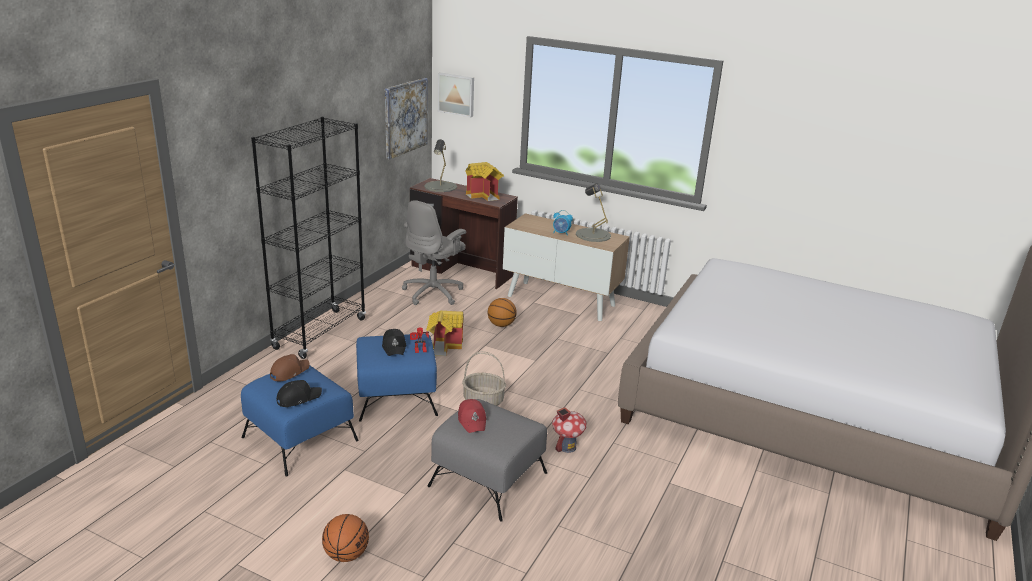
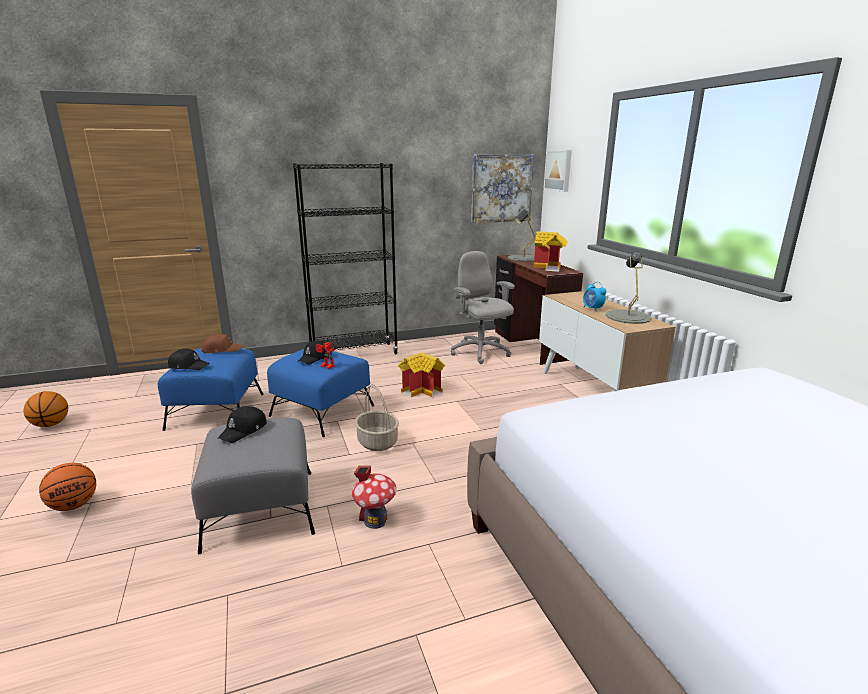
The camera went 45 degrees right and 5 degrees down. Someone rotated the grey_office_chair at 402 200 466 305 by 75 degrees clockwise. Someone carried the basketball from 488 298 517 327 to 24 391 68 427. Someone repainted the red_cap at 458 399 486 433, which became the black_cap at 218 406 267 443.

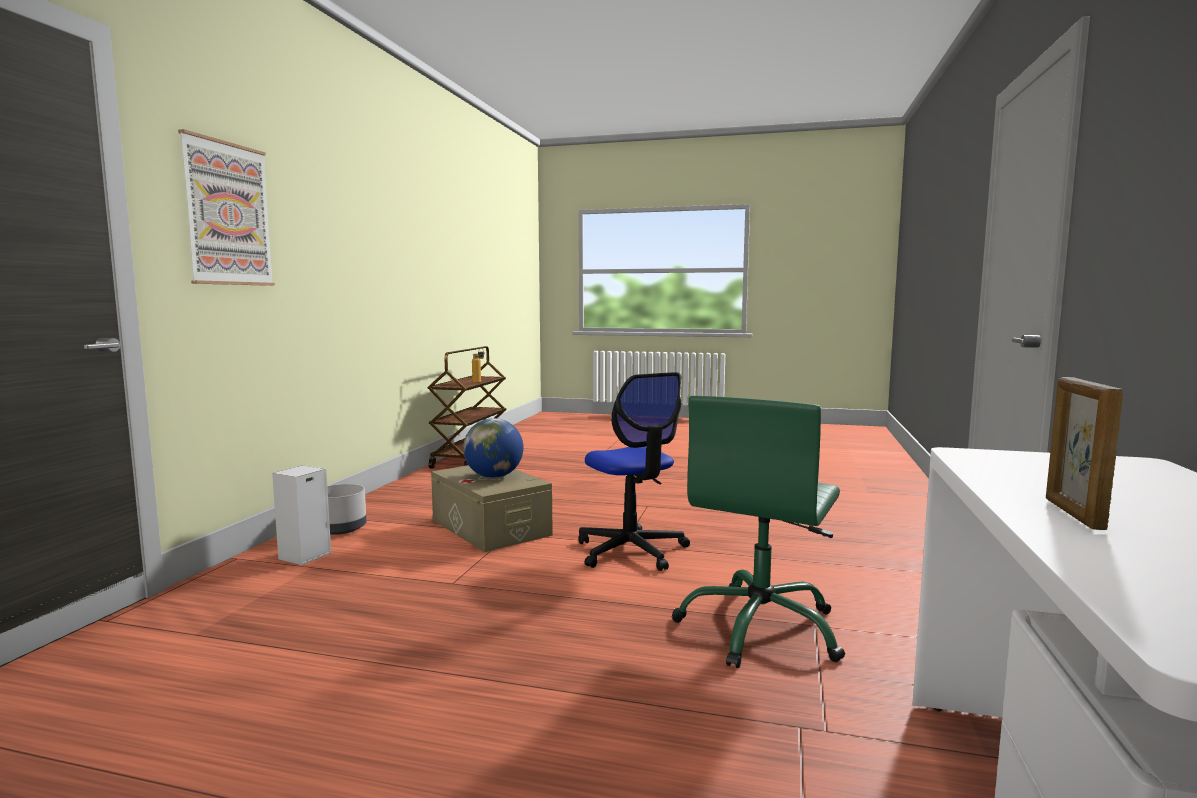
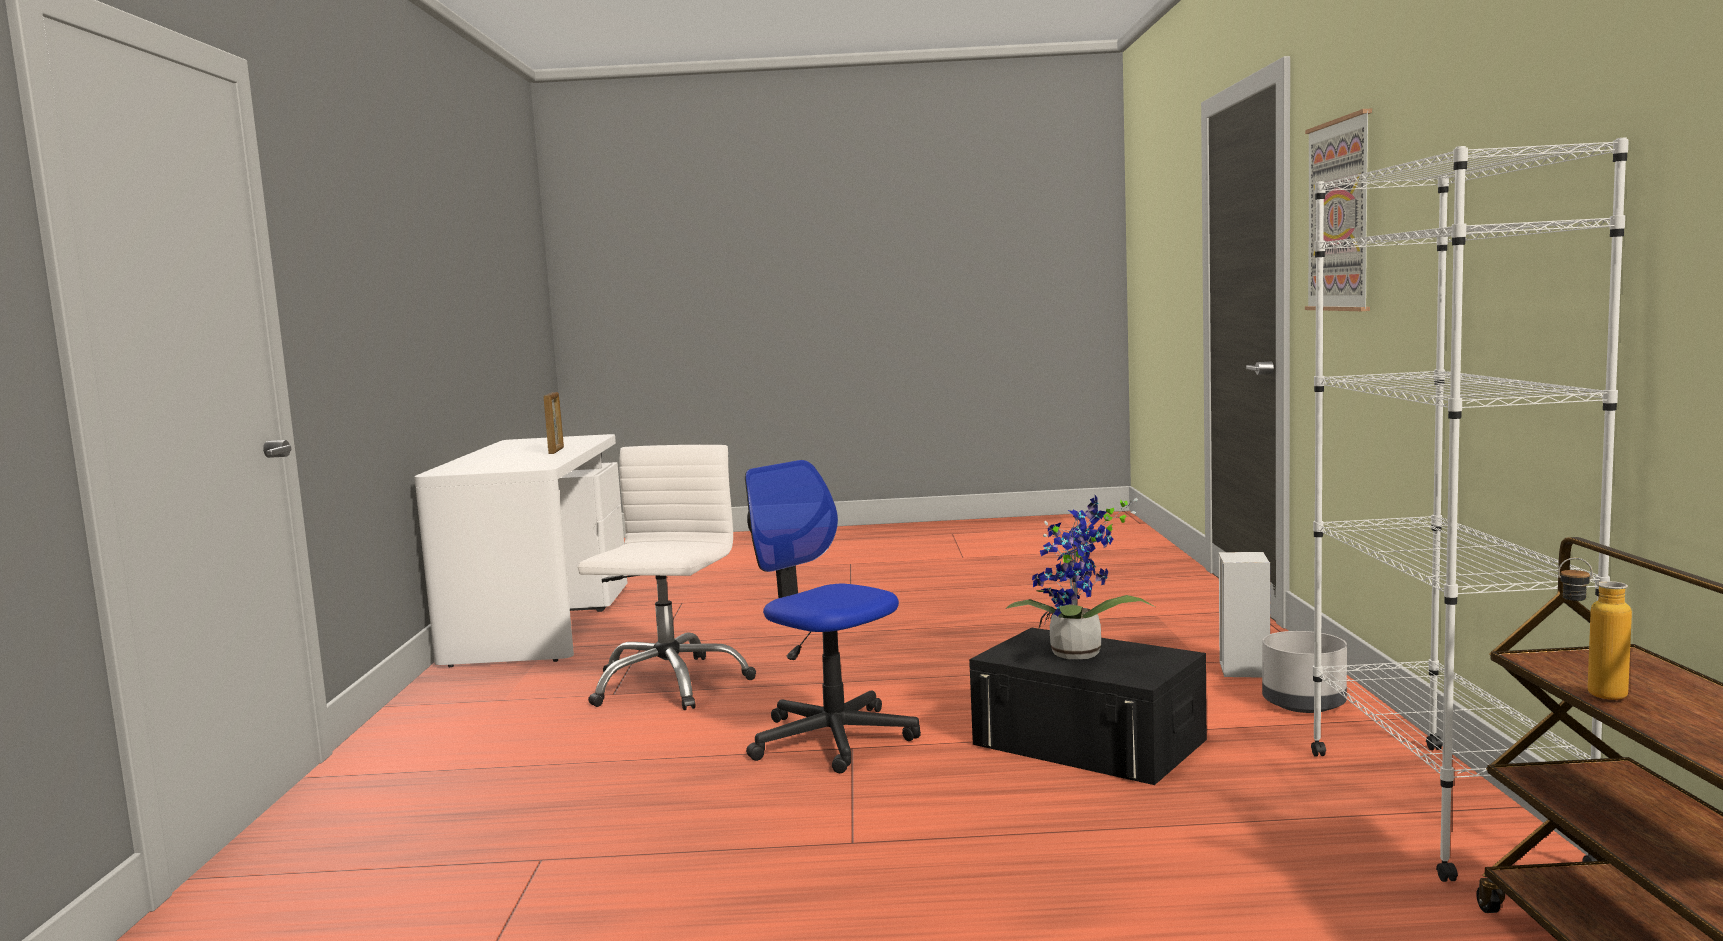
The camera went 165 degrees right and 0 degrees up. Someone repainted the green_office_chair at 672 396 845 668, which became the white_office_chair at 578 445 756 710. Someone swapped the globe at 463 418 523 478 for the potted_plant at 1006 495 1155 659. Someone repainted the beige_storage_box at 431 465 553 552, which became the black_storage_box at 969 627 1207 785. Someone put down the white_bookcase at 1311 137 1629 882.

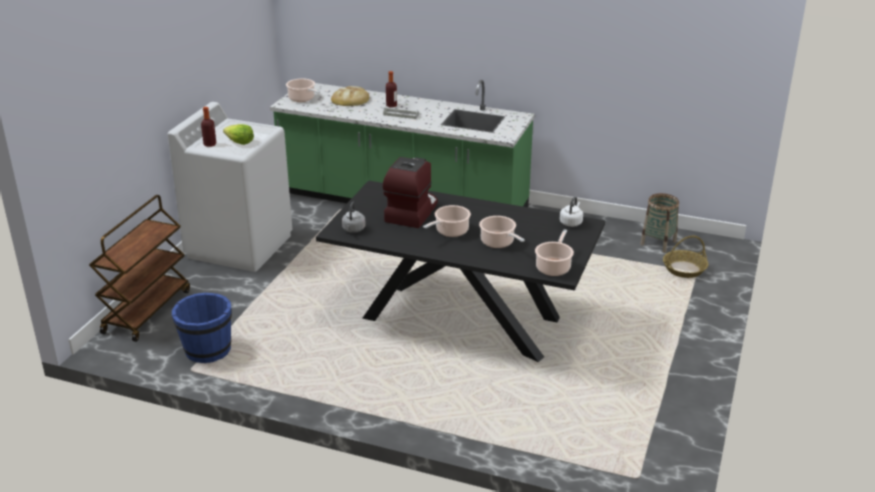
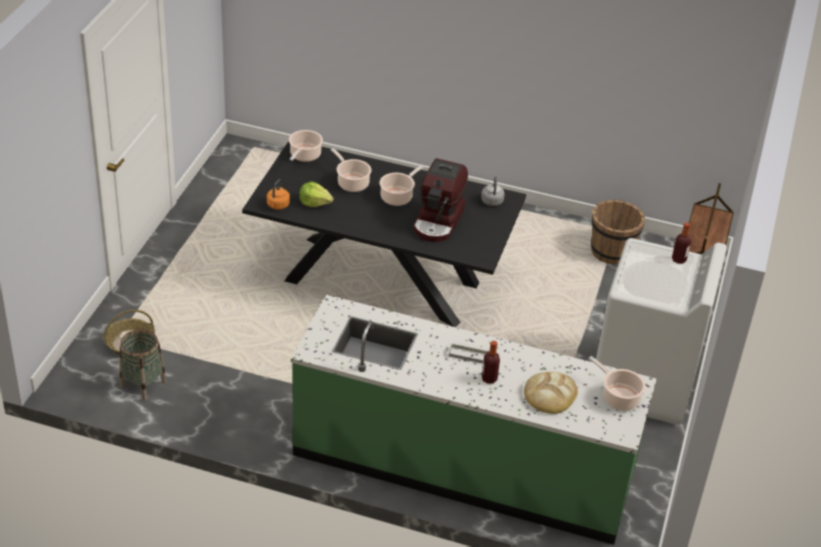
The camera went 175 degrees right and 10 degrees up. Someone carried the lettuce from 223 124 254 145 to 299 182 333 207. Someone repainted the white_kettle at 560 196 583 227, which became the orange_kettle at 267 179 290 210. Someone repainted the blue_bucket at 172 293 232 363, which became the brown_bucket at 591 200 645 265.

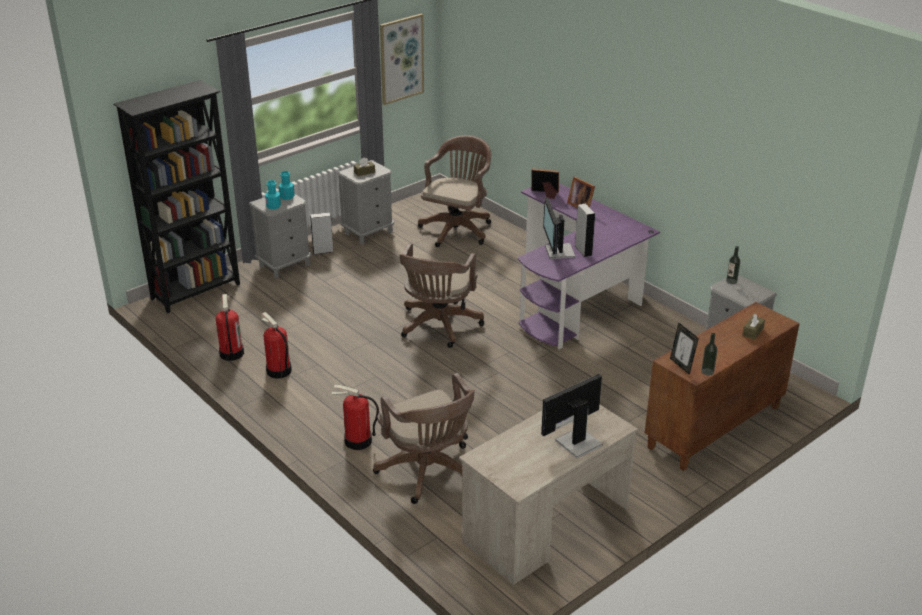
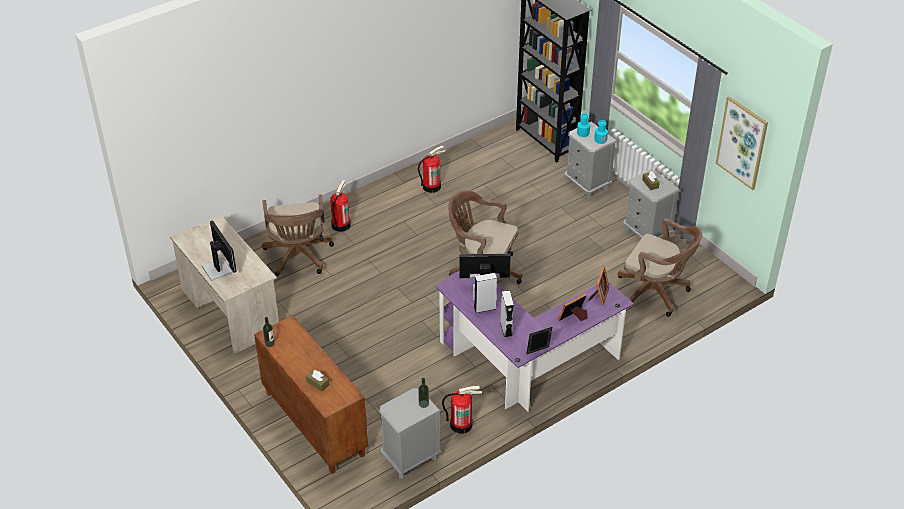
The camera went 95 degrees right and 10 degrees up. Someone carried the grey_speaker from 310 212 333 255 to 500 290 514 338. Someone carried the fire_extinguisher from 216 294 244 361 to 442 386 482 434. Someone carried the picture_frame from 670 322 699 375 to 526 327 552 355. Someone rotated the brown_office_chair at 373 373 475 504 by 75 degrees counterclockwise.

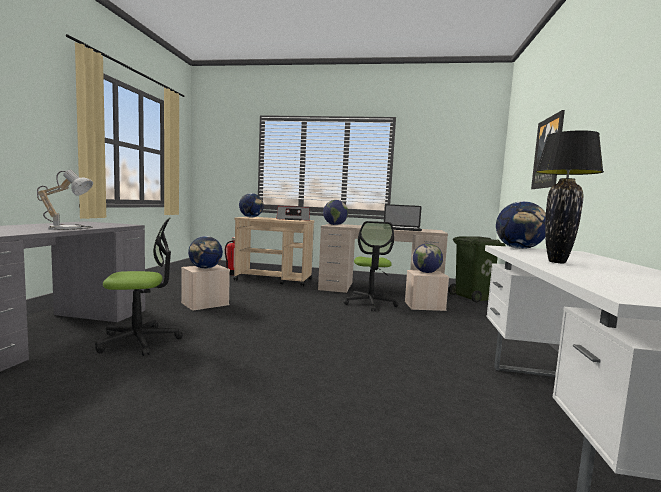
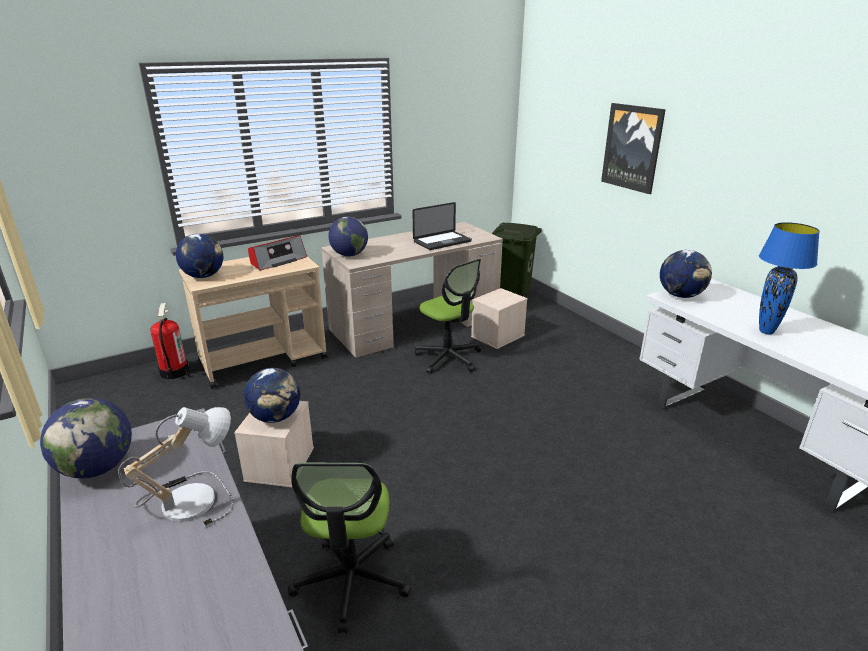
The camera went 40 degrees left and 20 degrees up. Someone repainted the black_table_lamp at 536 131 604 263, which became the blue_table_lamp at 759 222 820 335. Someone rotated the office_chair at 95 217 183 356 by 150 degrees clockwise. Someone carried the globe from 413 243 443 273 to 40 398 132 478.

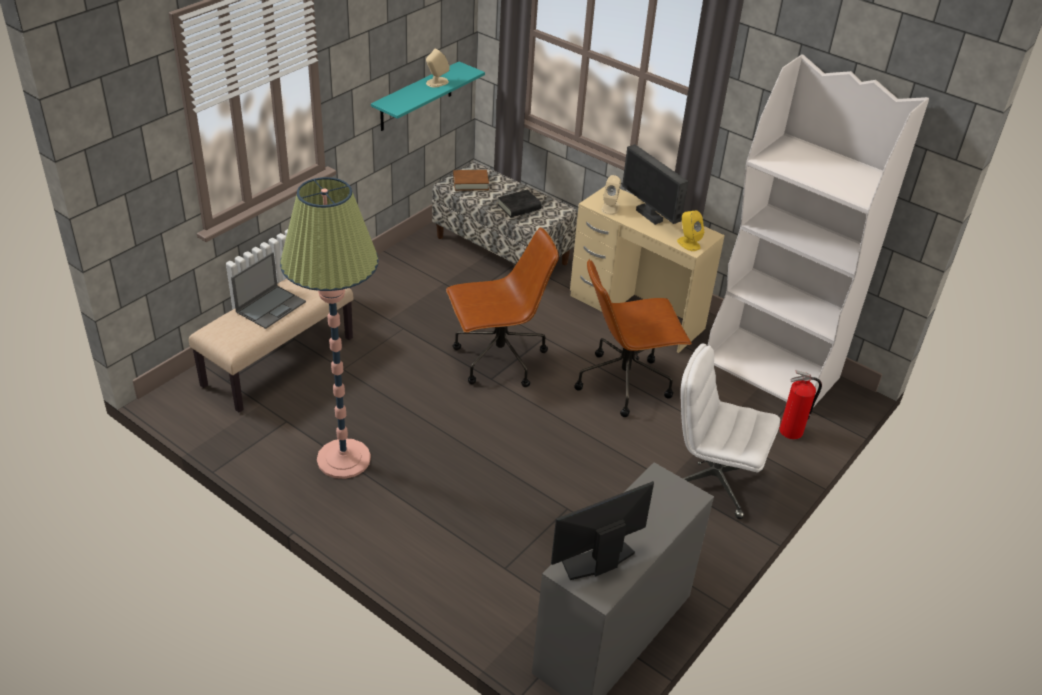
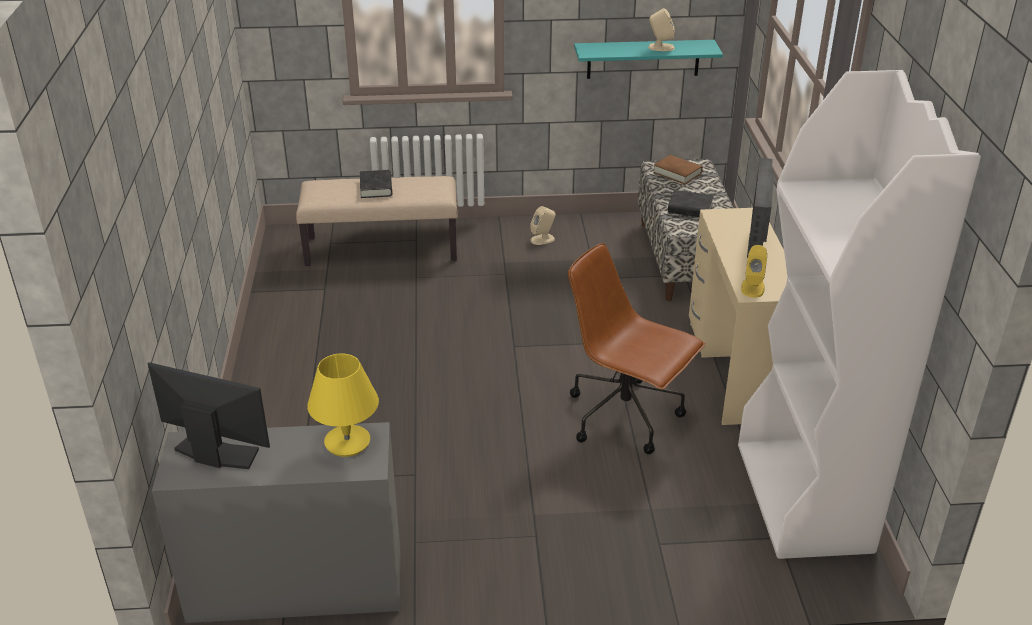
The camera went 50 degrees right and 5 degrees down. Someone carried the beige_speaker from 601 175 621 215 to 530 206 556 245. Someone took away the floor_lamp at 280 177 379 479. Someone took away the brown_office_chair at 446 227 559 387. Someone swapped the laptop at 231 252 306 329 for the black_book at 360 170 392 198. Someone took away the white_office_chair at 681 344 780 519. Someone took away the fire_extinguisher at 779 370 822 439. Someone put down the yellow_table_lamp at 307 353 379 457.

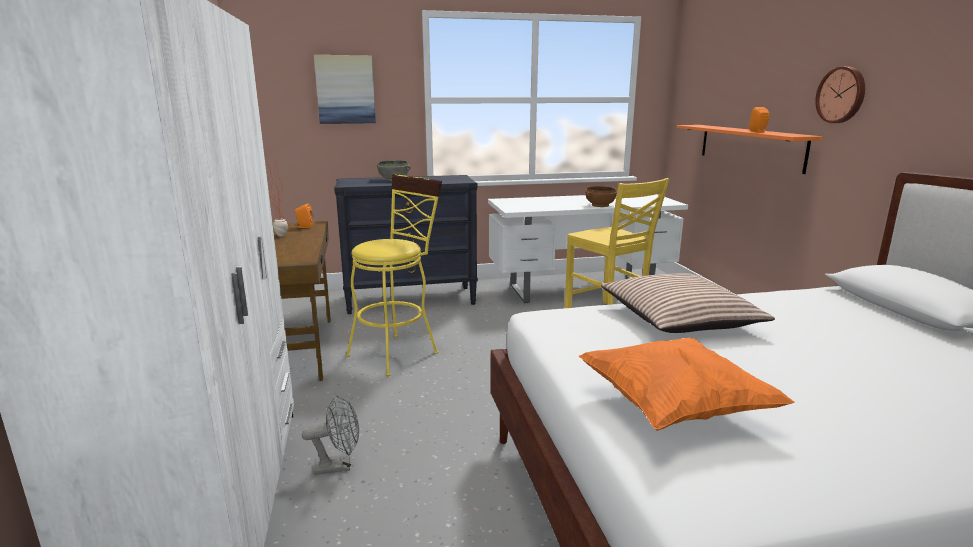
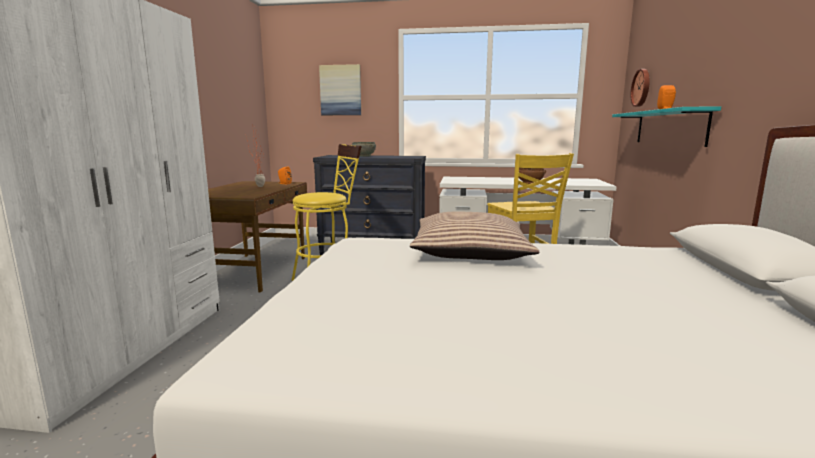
The camera went 20 degrees right and 5 degrees down. Someone carried the wall_clock from 815 66 865 123 to 630 69 650 107. Someone repainted the orange_shelf at 677 125 823 174, which became the turquoise_shelf at 612 106 721 147. Someone took away the orange_pillow at 579 338 794 431. Someone took away the grey_fan at 302 395 359 475.

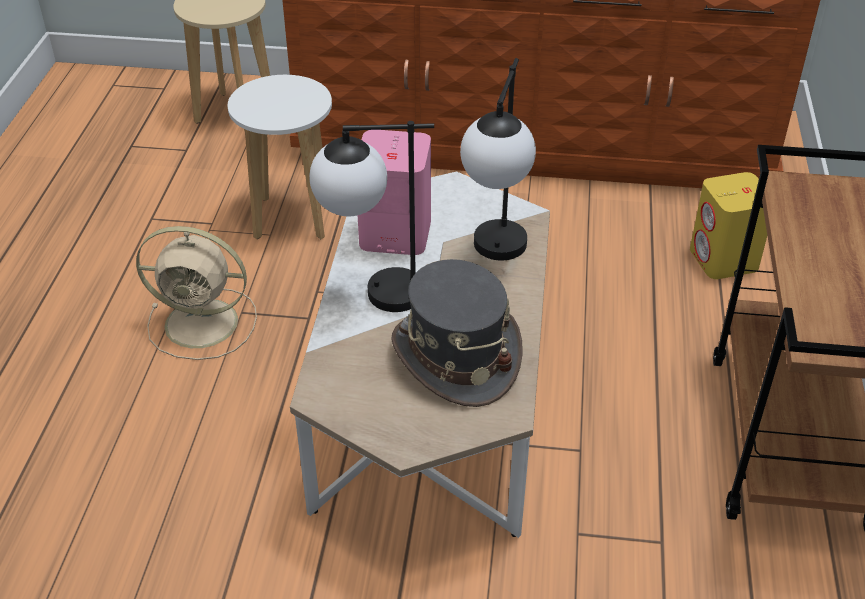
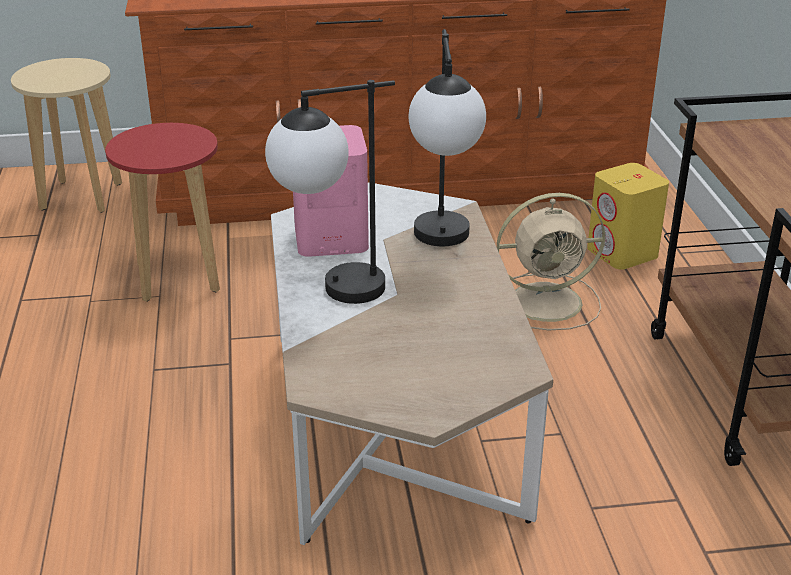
The camera went 15 degrees left and 10 degrees down. Someone repainted the white_stool at 228 75 332 239, which became the red_stool at 105 123 220 302. Someone carried the beige_fan from 136 226 257 360 to 497 193 605 331. Someone took away the grey_hat at 391 259 523 407.

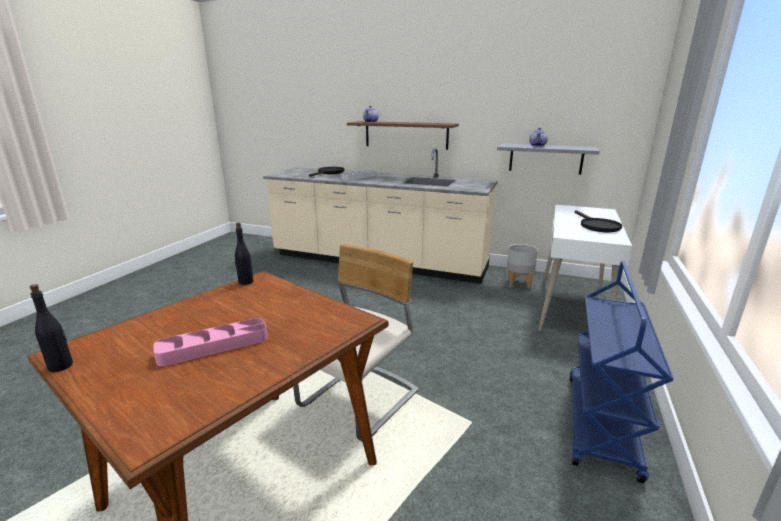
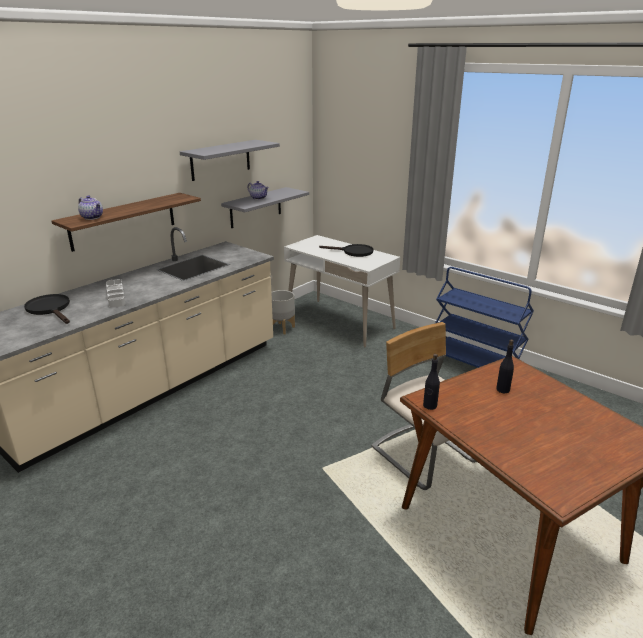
The camera went 70 degrees left and 5 degrees up. Someone carried the black_bottle from 30 284 73 372 to 496 340 514 393. Someone took away the pink_tray at 154 318 268 366. Someone put up the grey_shelf at 180 140 280 181.

